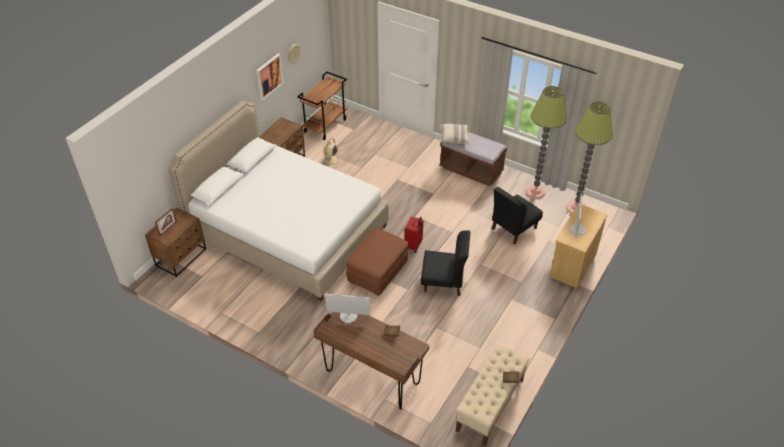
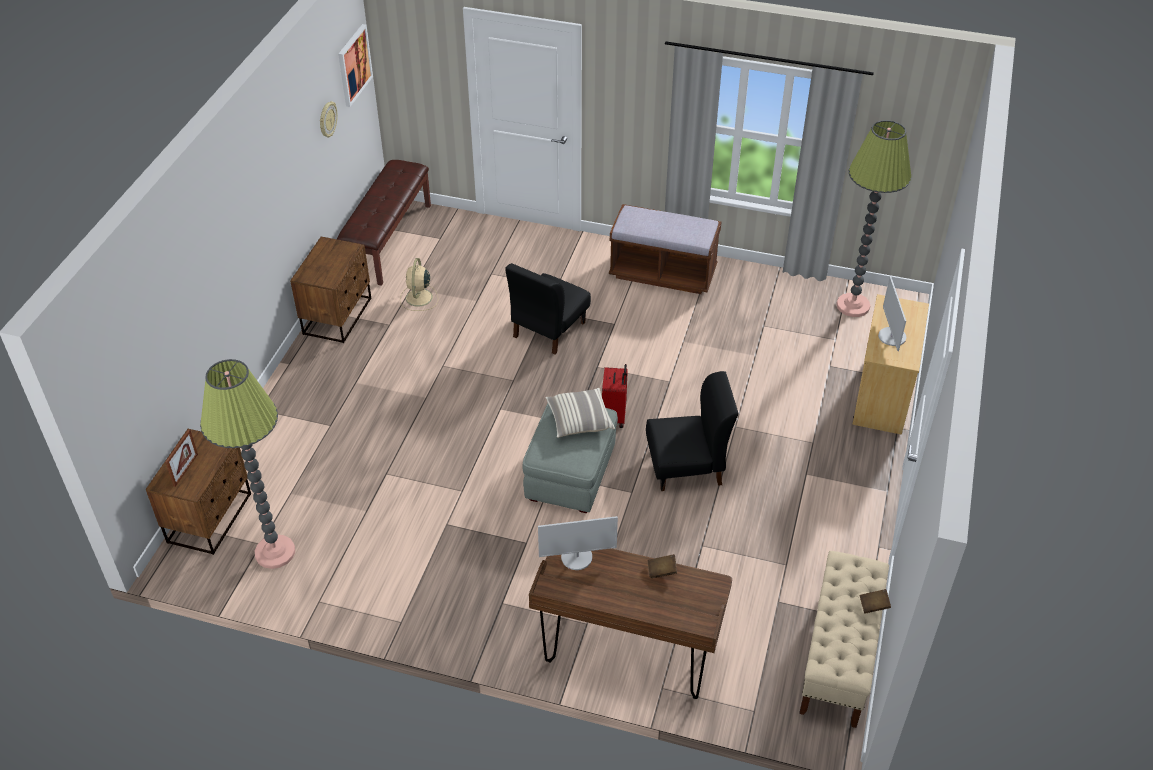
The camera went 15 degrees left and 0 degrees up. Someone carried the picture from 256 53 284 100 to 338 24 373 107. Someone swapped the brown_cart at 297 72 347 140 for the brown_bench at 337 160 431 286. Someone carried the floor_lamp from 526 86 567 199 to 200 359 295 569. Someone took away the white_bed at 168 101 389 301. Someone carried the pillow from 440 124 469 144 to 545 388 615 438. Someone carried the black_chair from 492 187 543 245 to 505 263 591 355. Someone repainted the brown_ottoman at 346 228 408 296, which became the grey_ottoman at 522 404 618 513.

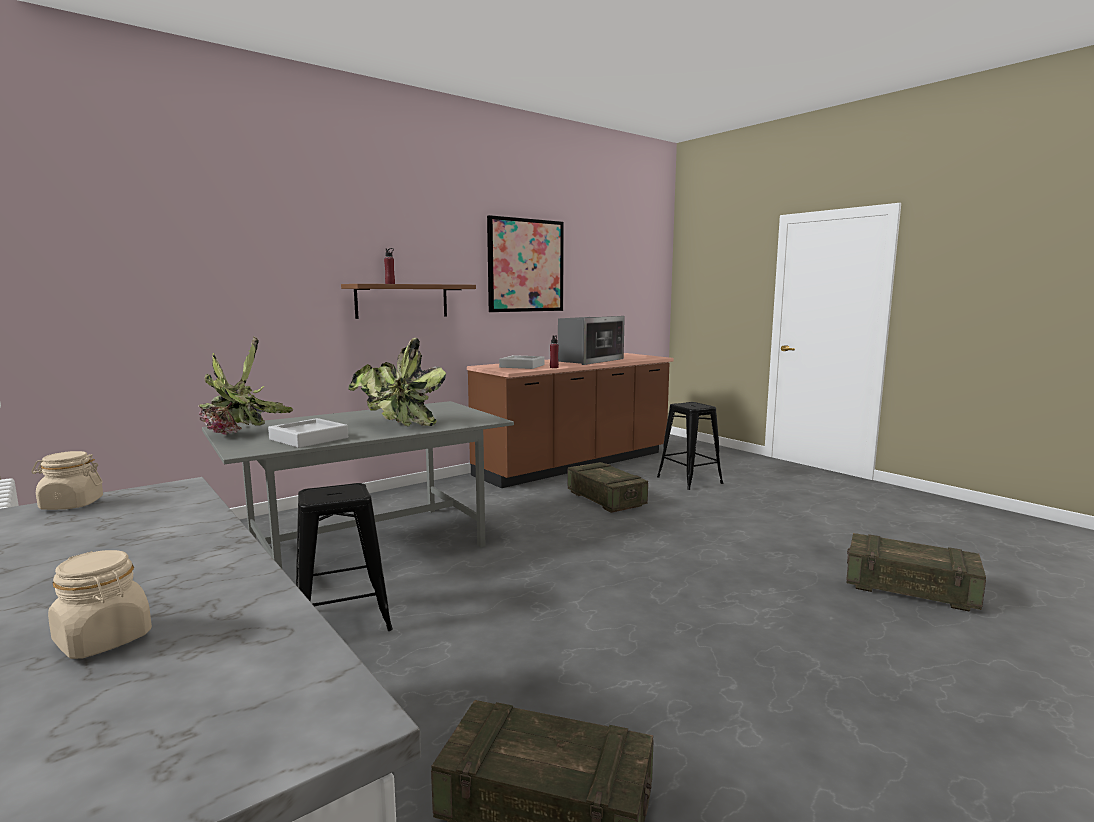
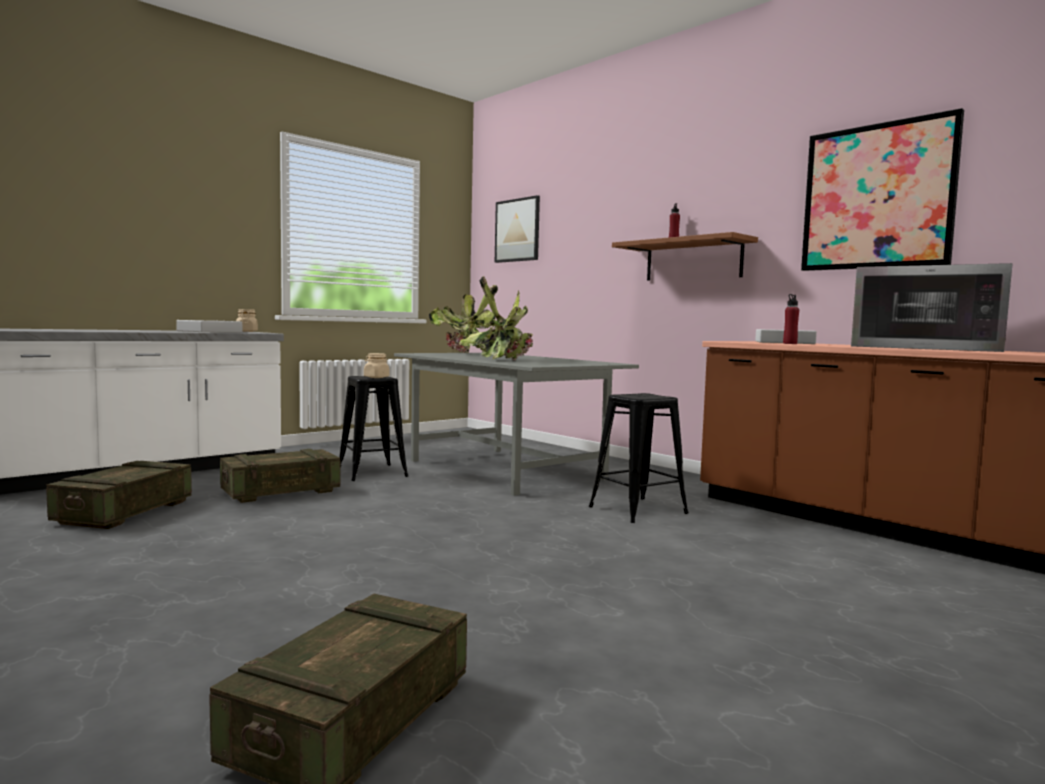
The camera went 85 degrees right and 5 degrees down. Someone carried the black_stool from 657 402 723 490 to 589 393 689 523. Someone carried the grey_tray from 268 418 348 448 to 176 320 242 333. Someone carried the crate from 568 462 648 513 to 220 449 341 503. Someone carried the beige_jar from 48 550 152 659 to 364 353 389 378. Someone put up the picture at 495 195 540 263.

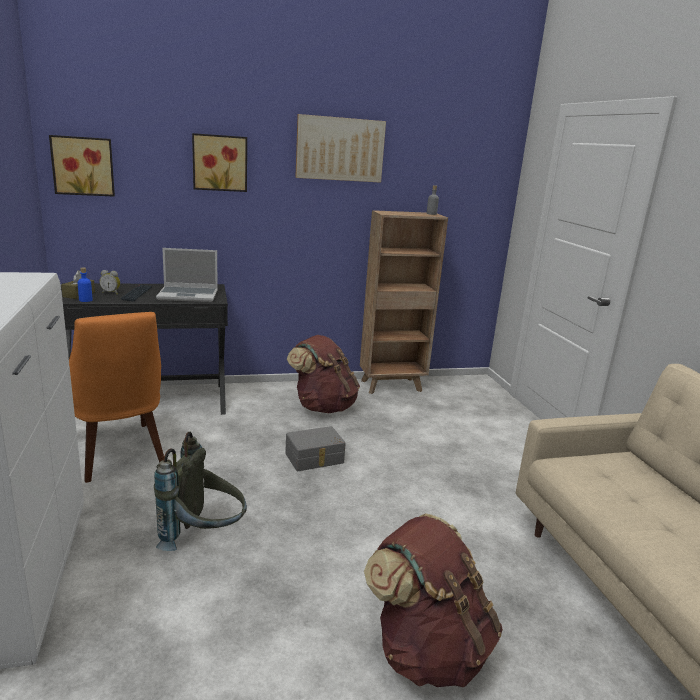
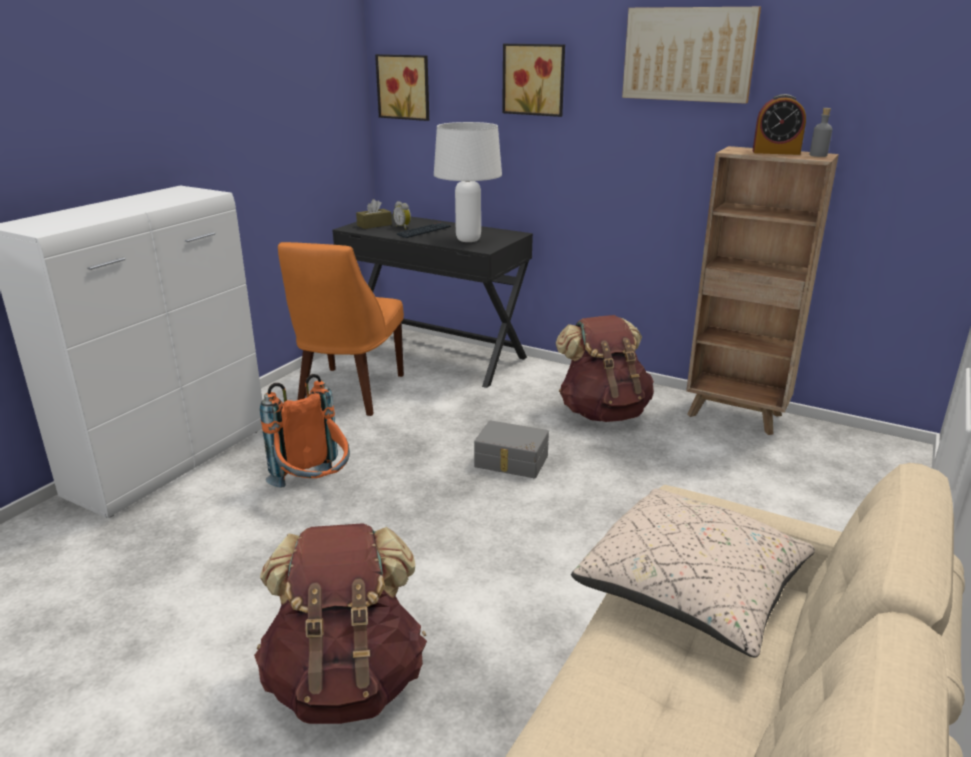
The camera went 45 degrees right and 5 degrees up. Someone swapped the laptop at 156 248 218 302 for the white_table_lamp at 434 122 502 242. Someone took away the blue_bottle at 78 268 93 302. Someone repainted the grey_backpack at 154 432 247 551, which became the orange_backpack at 260 374 350 487. Someone put down the alarm_clock at 753 94 806 155. Someone put down the beige_pillow at 571 488 815 658.

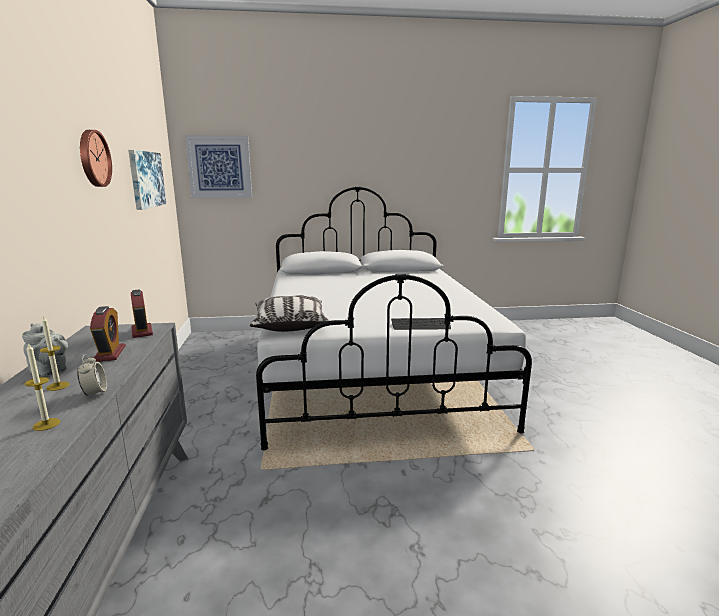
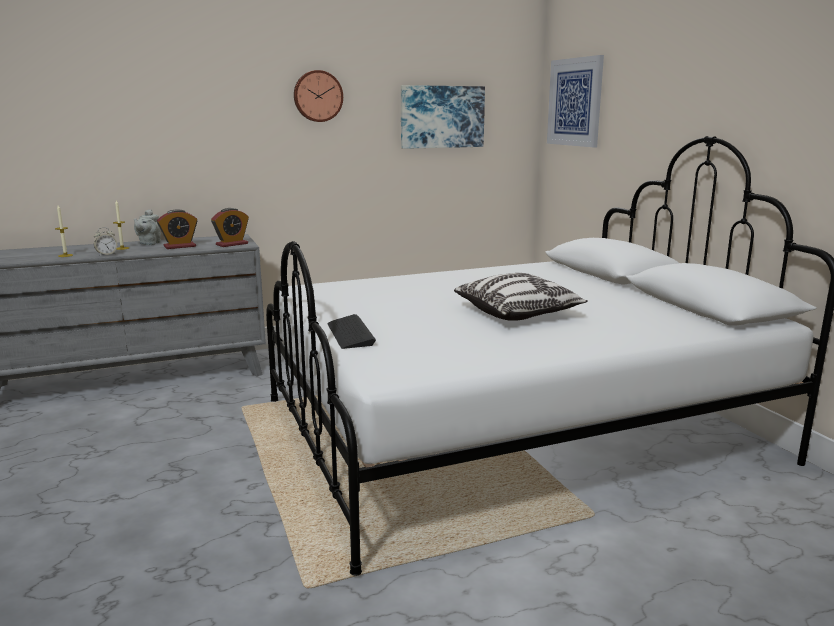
The camera went 75 degrees right and 0 degrees up. Someone carried the pillow from 250 295 329 332 to 454 273 588 321.

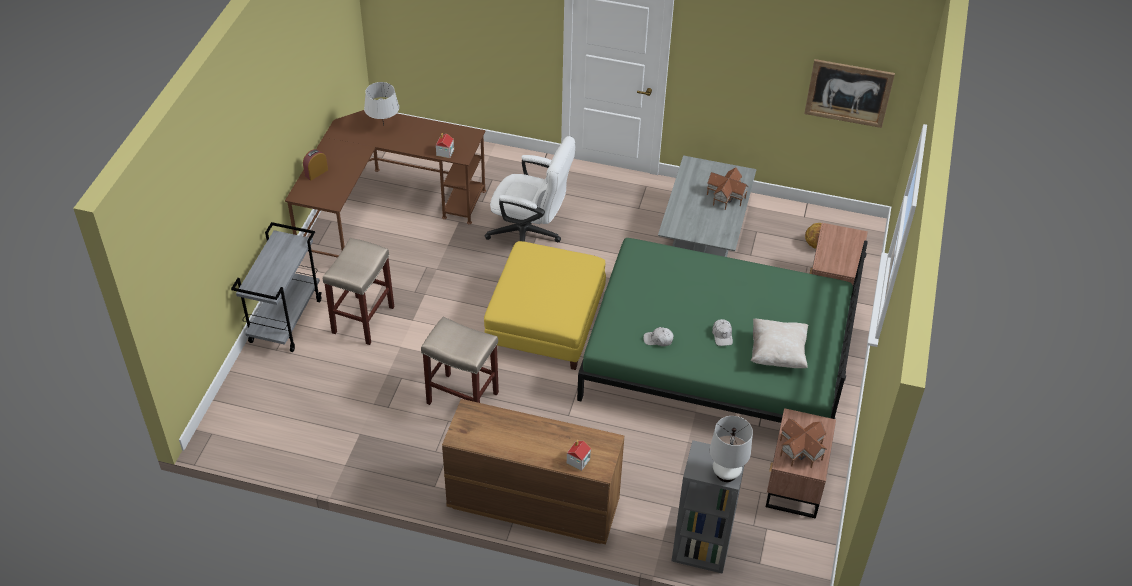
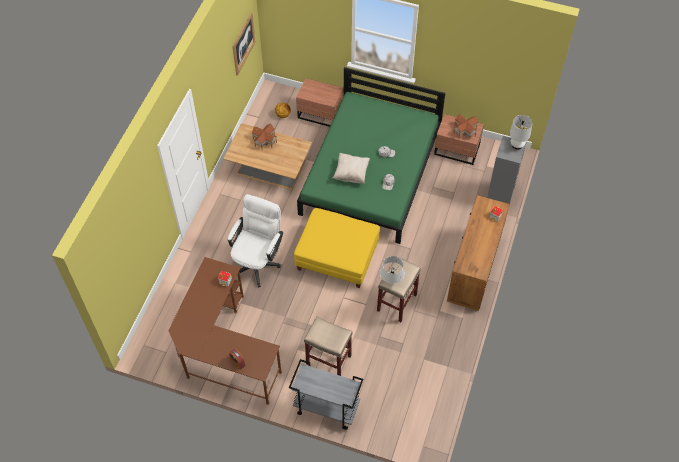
The camera went 85 degrees left and 10 degrees up. Someone carried the grey_table_lamp from 364 82 399 126 to 380 256 405 284. Someone repainted the grey_coffee_table at 658 155 757 257, which became the brown_coffee_table at 223 123 312 190. Someone carried the beige_pillow from 751 319 808 368 to 333 153 370 183.

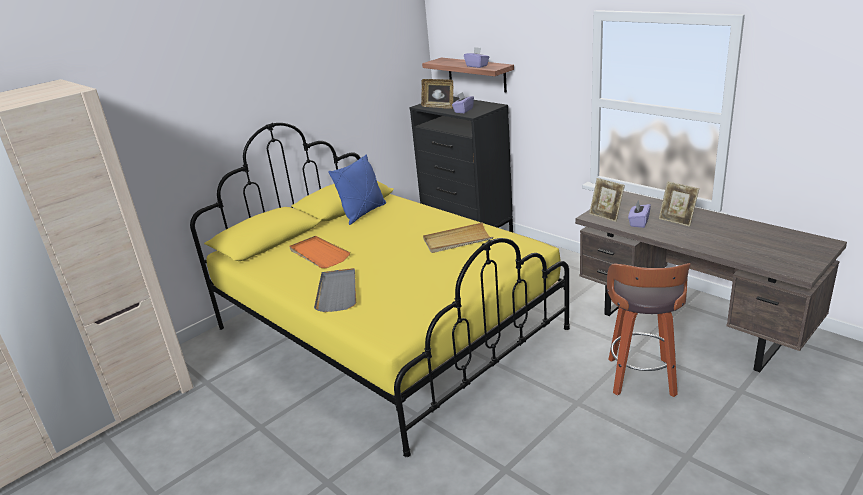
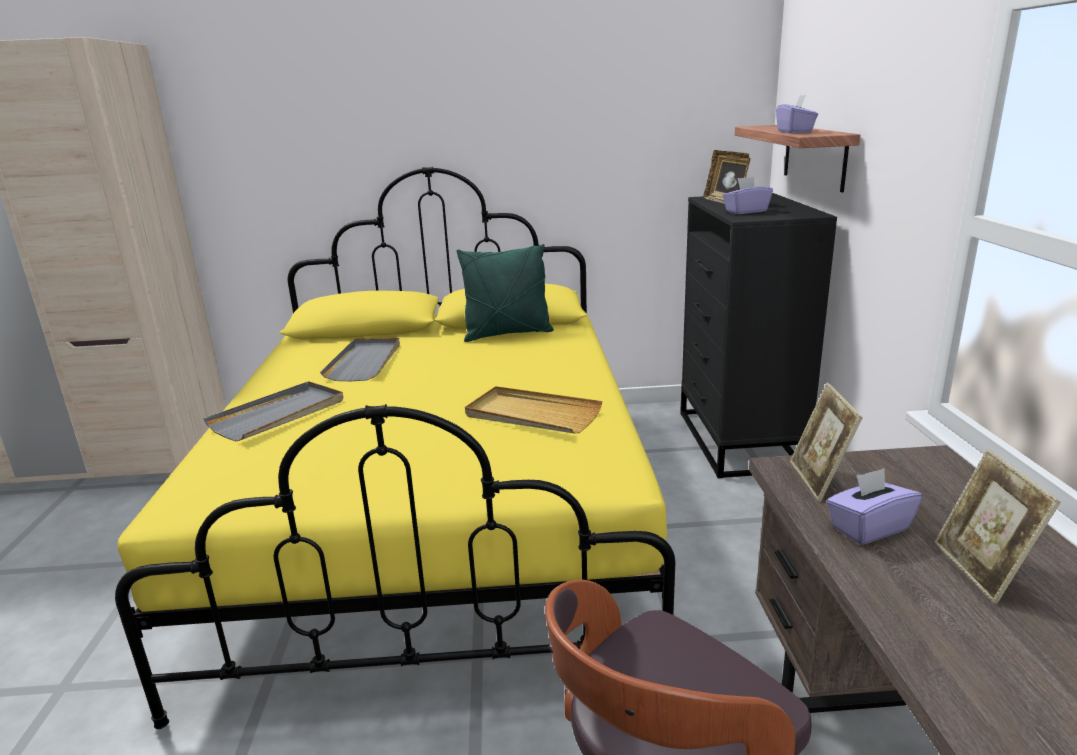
The camera went 40 degrees right and 5 degrees down. Someone repainted the blue_pillow at 328 154 386 225, which became the green_pillow at 457 244 554 342. Someone repainted the orange_tray at 289 236 350 268, which became the grey_tray at 320 338 400 381.

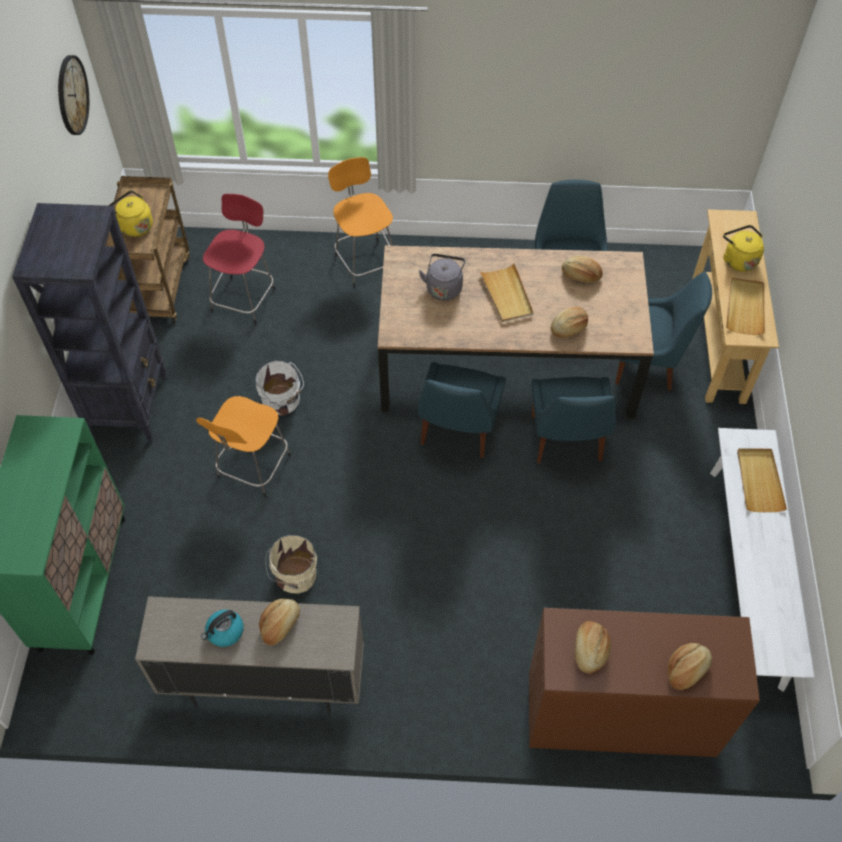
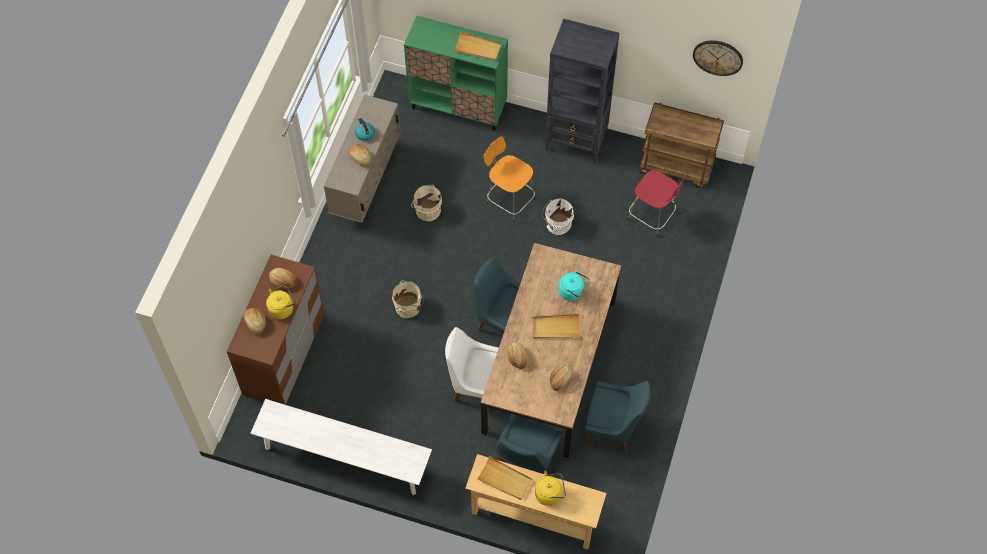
The camera went 105 degrees right and 5 degrees up. Someone took away the orange_stool at 328 157 393 288. Someone carried the yellow_kettle from 108 190 153 237 to 266 285 297 319. Someone repainted the grey_kettle at 419 254 465 301, which became the turquoise_kettle at 559 270 589 301. Someone repainted the blue_chair at 532 377 616 463, which became the white_chair at 445 327 499 410. Someone carried the beige_tray from 737 448 787 512 to 454 32 501 61. Someone put down the beige_bucket at 392 281 424 318.

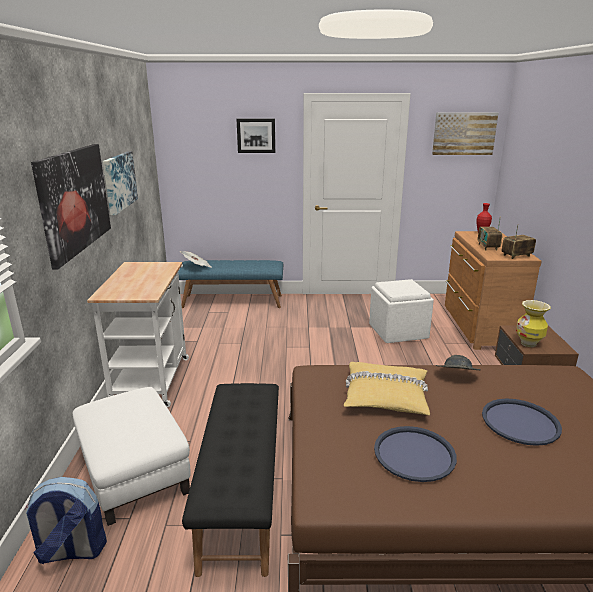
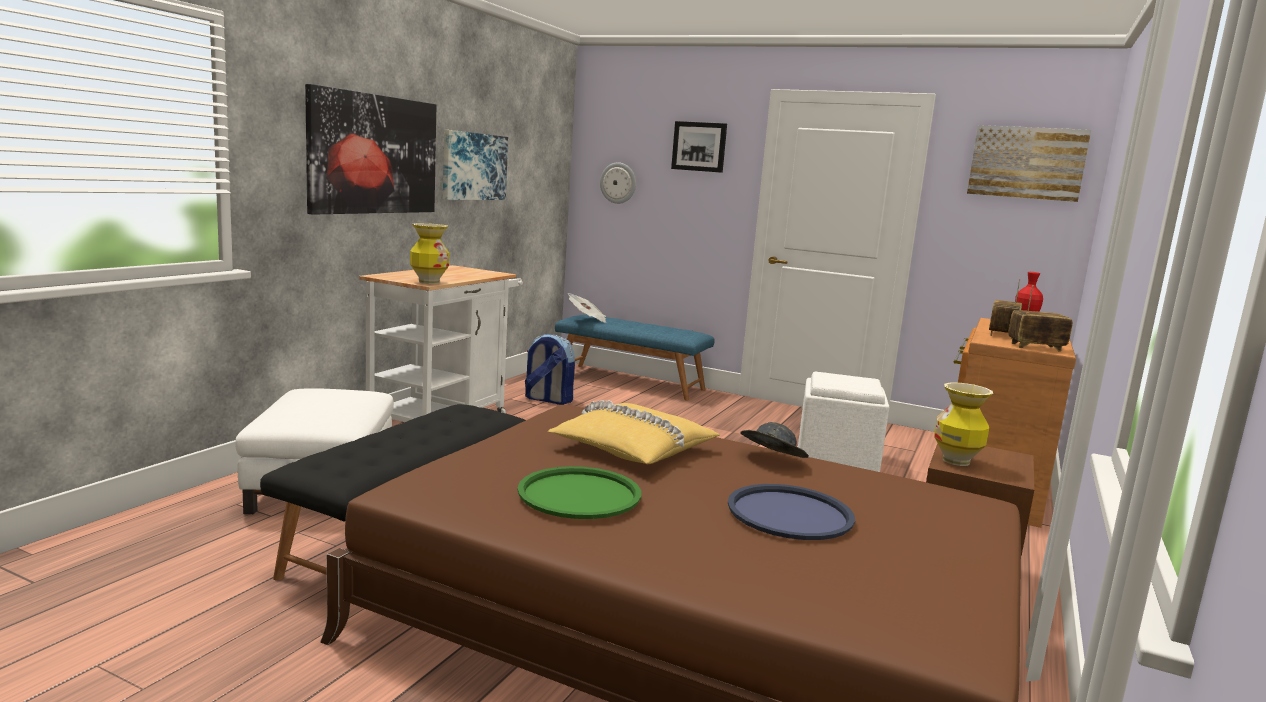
The camera went 25 degrees right and 10 degrees down. Someone repainted the blue_tray at 374 426 457 482, which became the green_tray at 517 466 641 519. Someone carried the backpack from 24 477 107 564 to 525 334 575 405. Someone put up the wall_clock at 600 162 636 204. Someone put down the vase at 410 223 449 284.

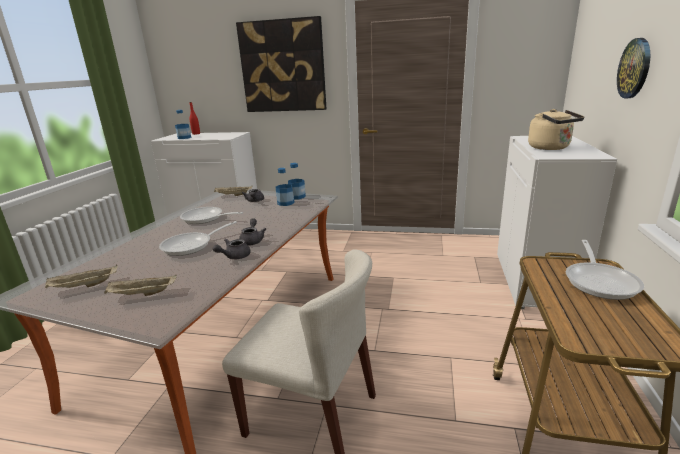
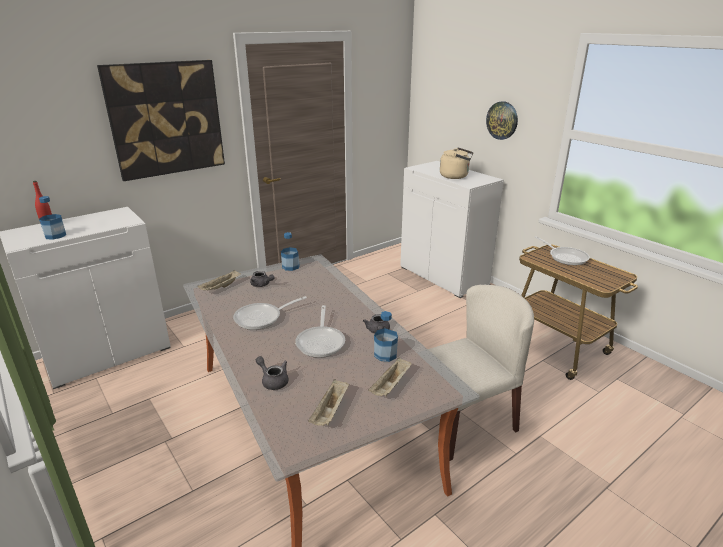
The camera went 50 degrees left and 5 degrees up. Someone carried the bottle from 276 168 295 206 to 374 311 398 362. Someone carried the grey_teapot from 239 218 266 246 to 256 356 288 390.

